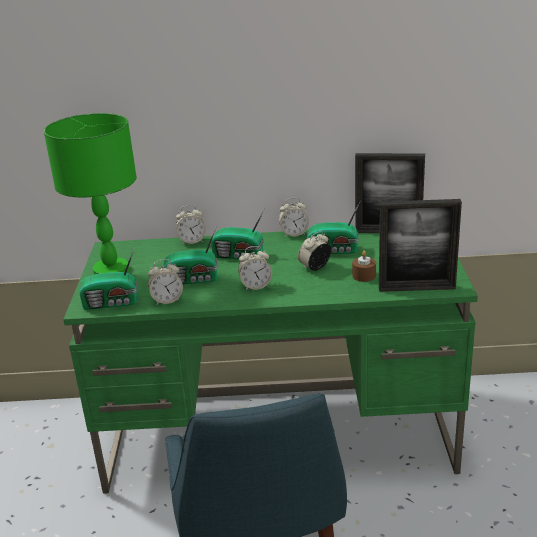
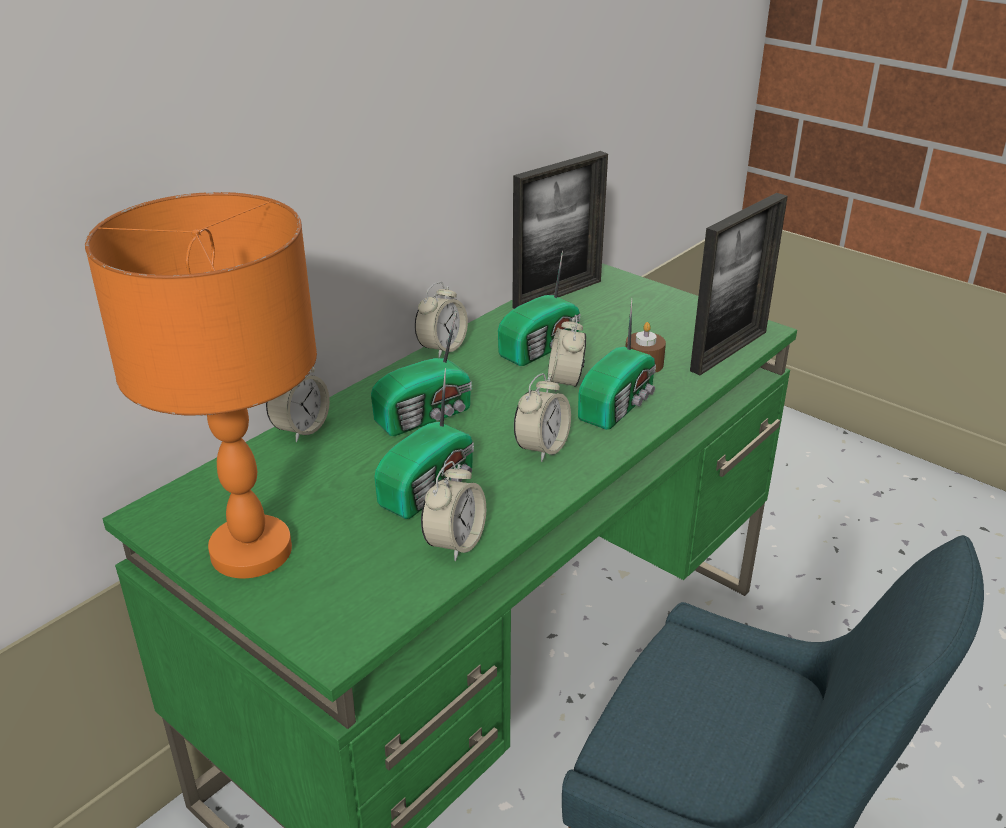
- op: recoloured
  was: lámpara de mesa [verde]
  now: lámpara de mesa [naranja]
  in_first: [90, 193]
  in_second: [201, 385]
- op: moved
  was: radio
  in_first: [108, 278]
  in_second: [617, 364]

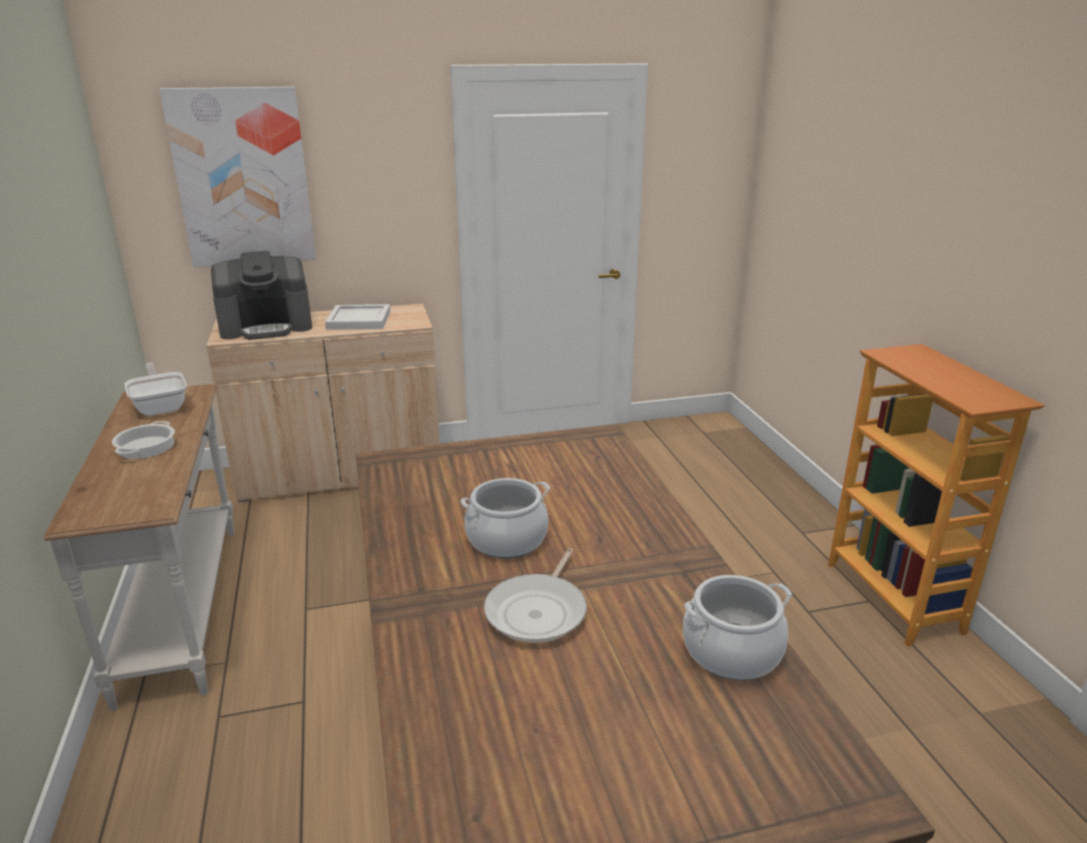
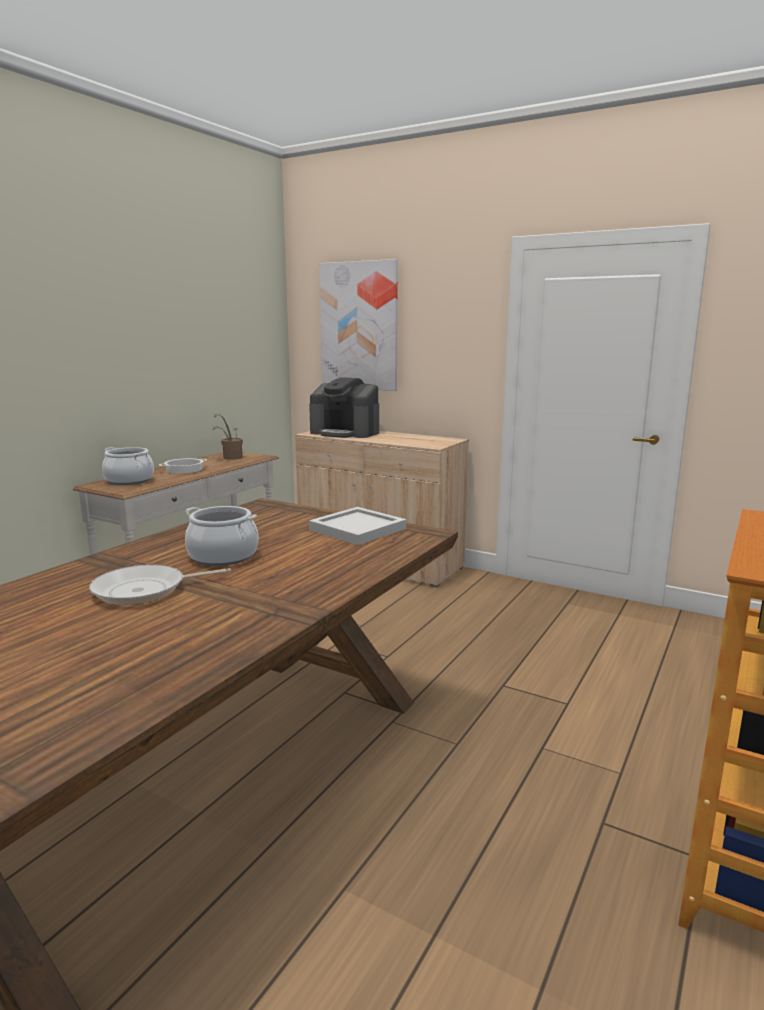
- op: moved
  was: bandeja [blanco]
  in_first: [357, 317]
  in_second: [357, 526]
- op: replaced
  was: sartén
  now: planta en maceta
  in_first: [156, 389]
  in_second: [228, 437]
- op: moved
  was: olla
  in_first: [737, 627]
  in_second: [128, 466]

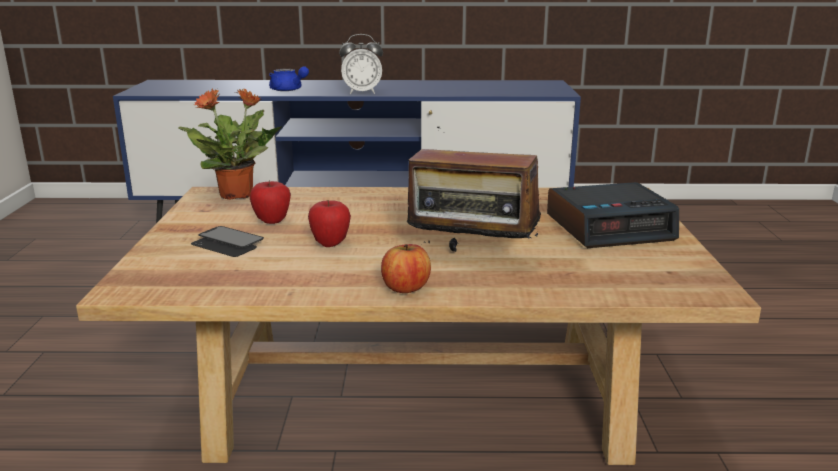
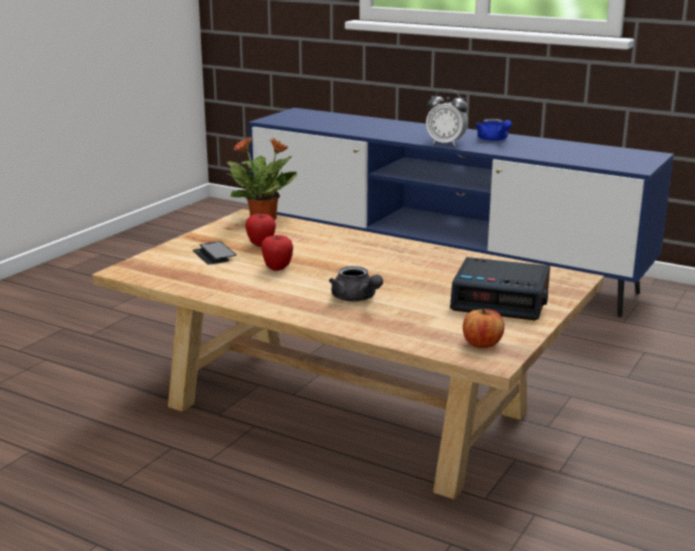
- op: moved
  was: tetera [azul]
  in_first: [289, 78]
  in_second: [494, 130]
- op: replaced
  was: radio
  now: tetera [gris]
  in_first: [474, 187]
  in_second: [356, 284]
- op: moved
  was: manzana
  in_first: [406, 268]
  in_second: [483, 328]

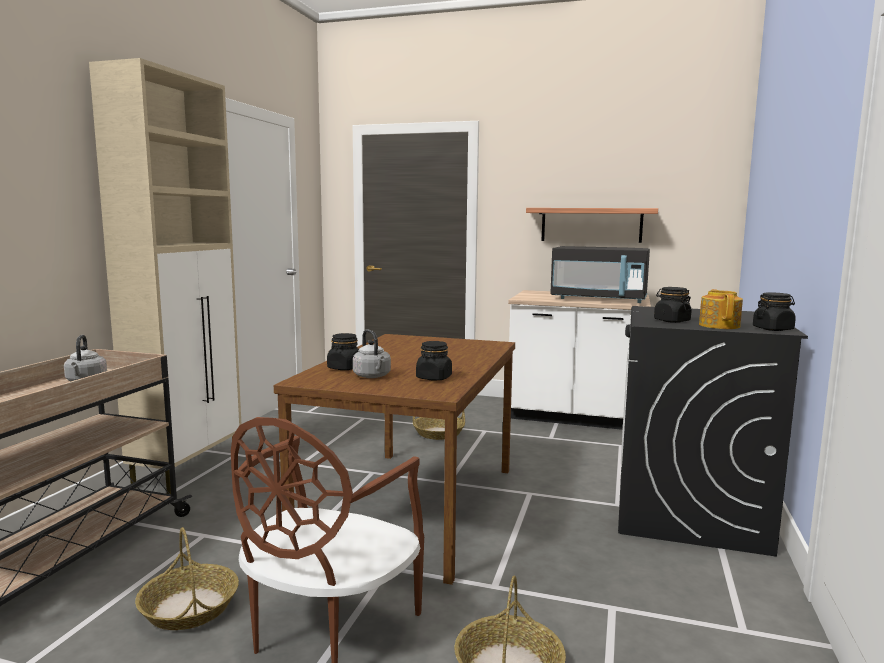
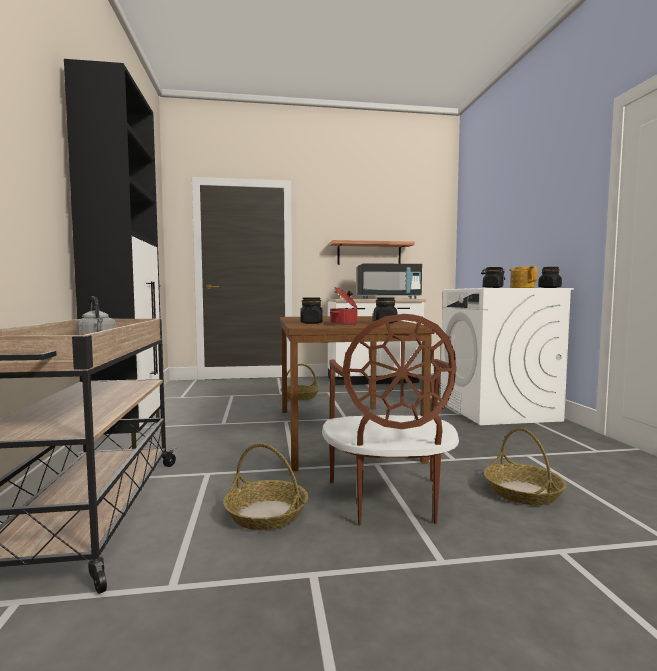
- op: recoloured
  was: armario [beis]
  now: armario [negro]
  in_first: [165, 276]
  in_second: [112, 254]
- op: recoloured
  was: lavadora [negro]
  now: lavadora [blanco]
  in_first: [713, 431]
  in_second: [507, 356]
- op: replaced
  was: hervidor [gris]
  now: olla
  in_first: [372, 353]
  in_second: [344, 306]

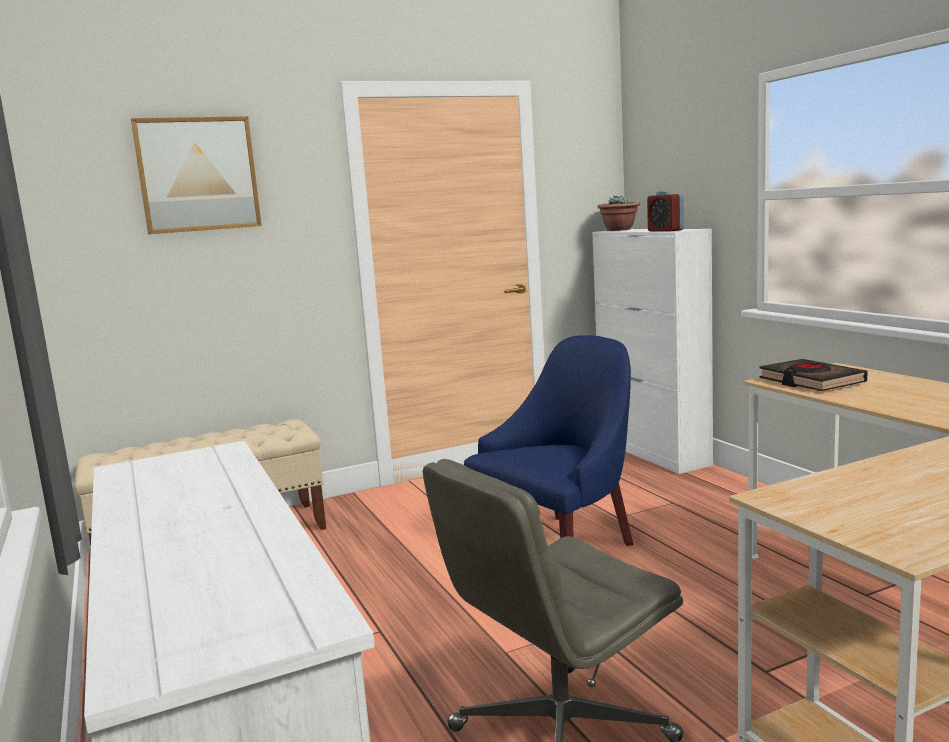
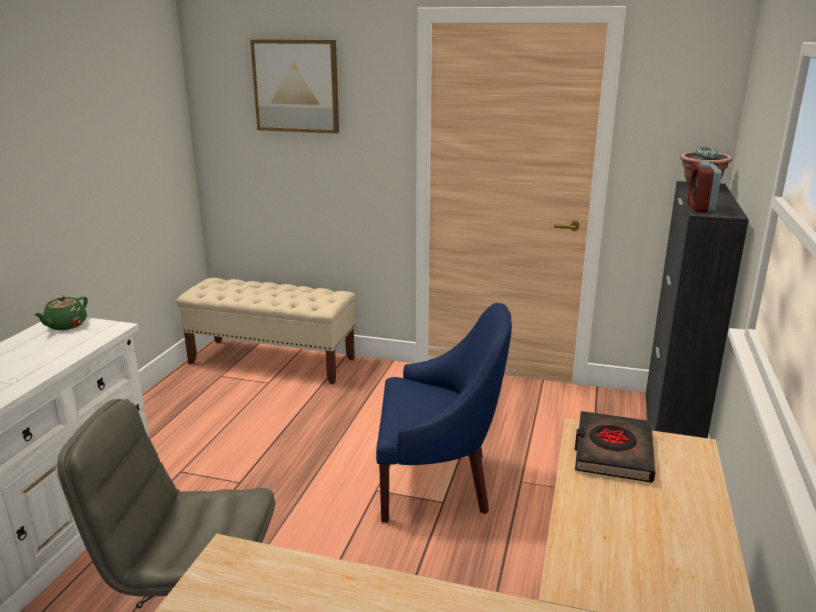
- op: recoloured
  was: armario [blanco]
  now: armario [negro]
  in_first: [652, 351]
  in_second: [697, 309]
- op: added
  now: tetera [verde]
  in_second: [61, 313]

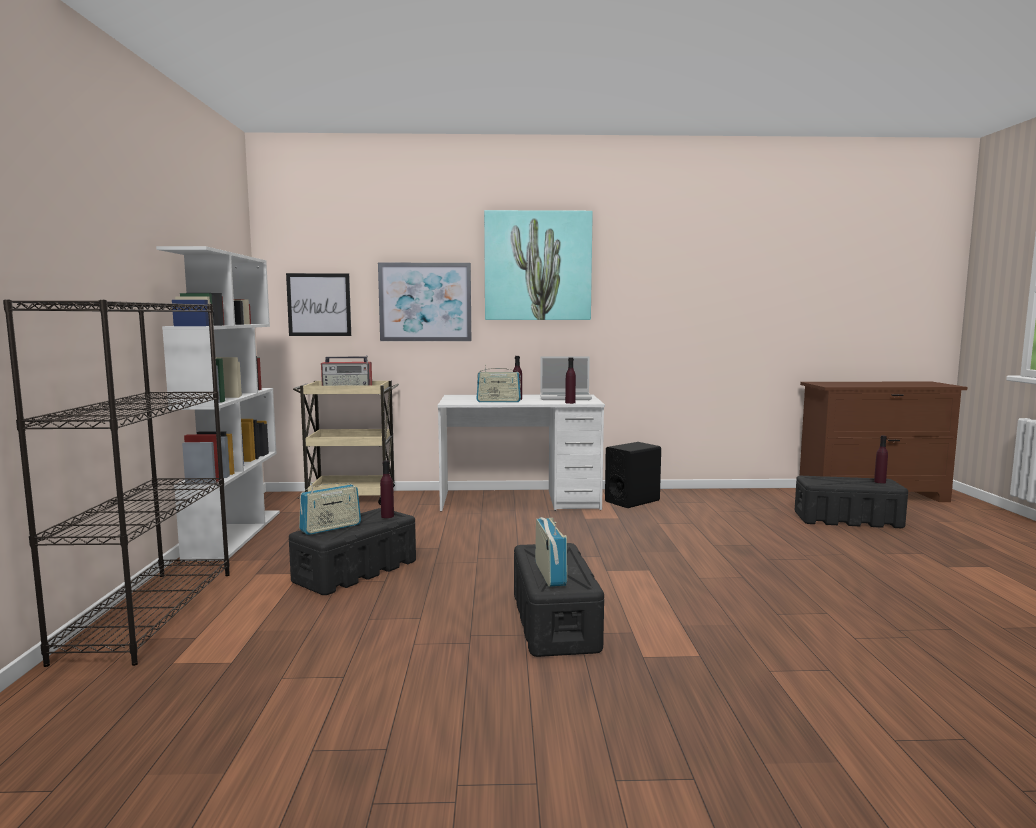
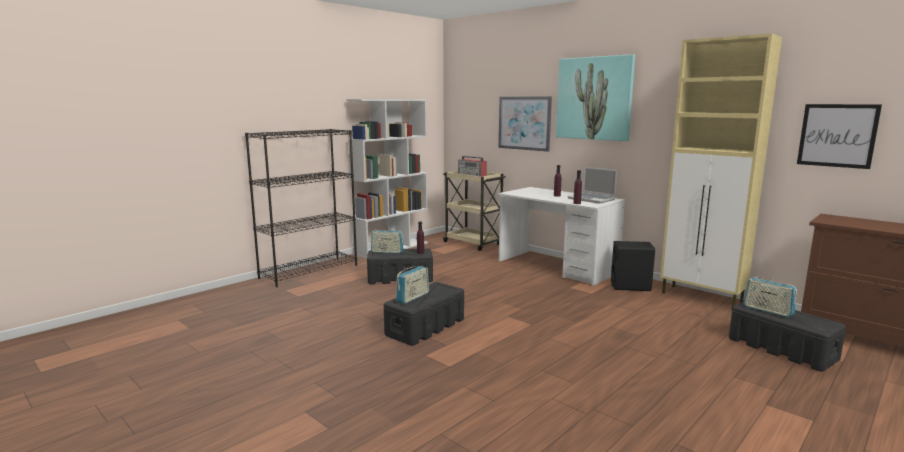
- op: moved
  was: cuadro
  in_first: [318, 304]
  in_second: [839, 136]
- op: moved
  was: radio
  in_first: [498, 383]
  in_second: [770, 295]
- op: removed
  was: botella [morado]
  in_first: [881, 459]
- op: added
  now: armario [beis]
  in_second: [721, 171]

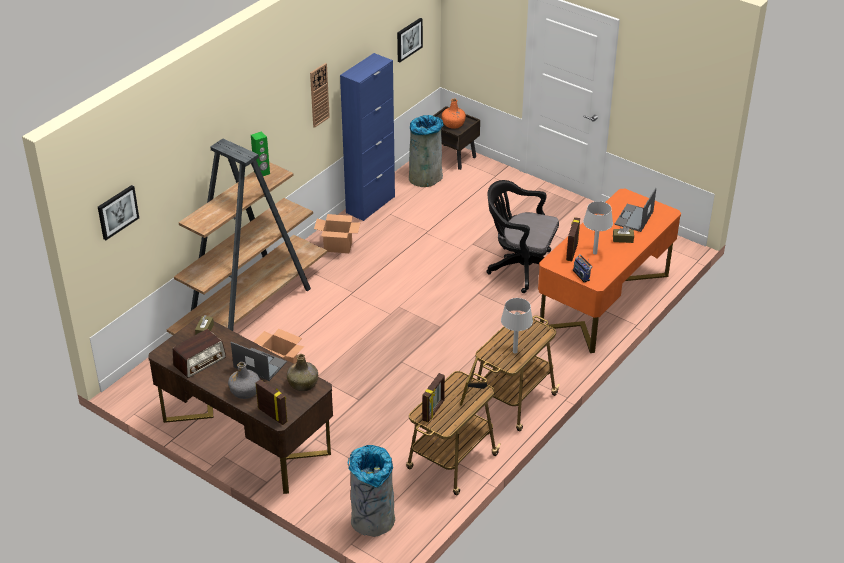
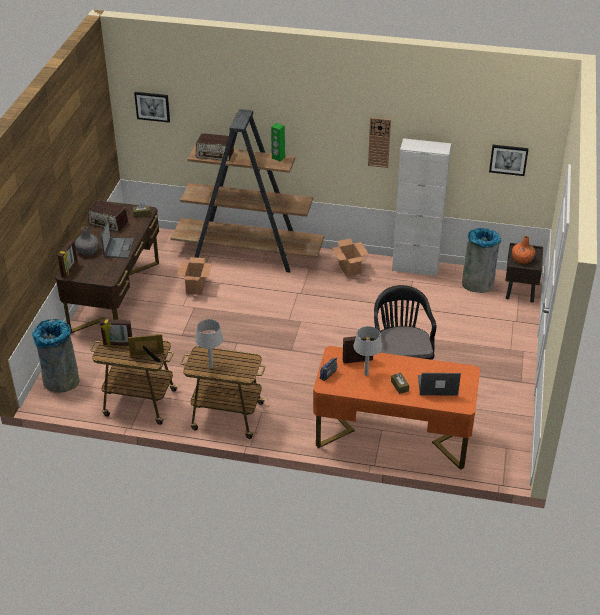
- op: recoloured
  was: armario [azul]
  now: armario [blanco]
  in_first: [367, 137]
  in_second: [421, 207]
- op: removed
  was: botella [verde]
  in_first: [302, 372]
- op: added
  now: radio
  in_second: [215, 147]

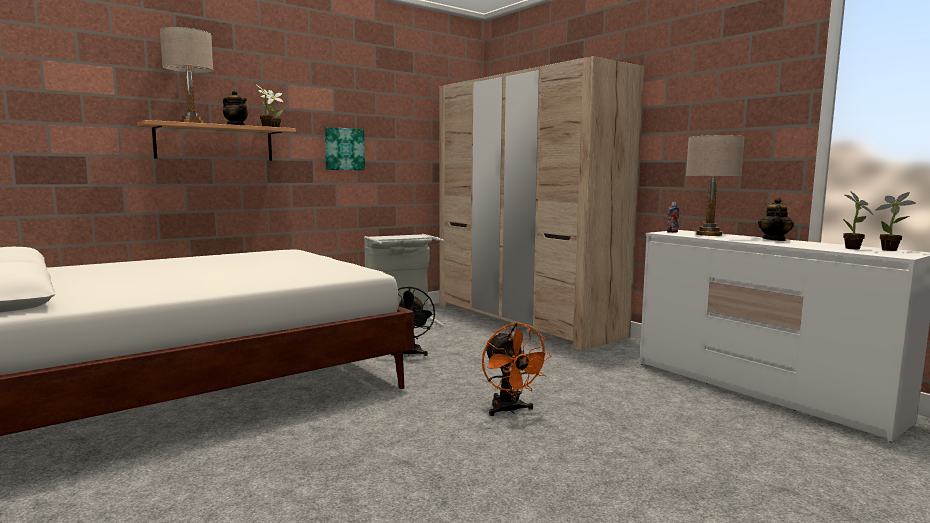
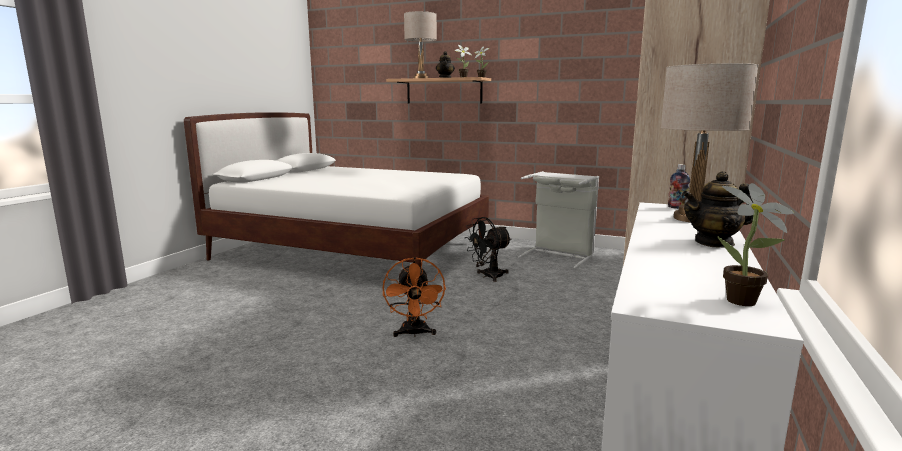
- op: removed
  was: cuadro
  in_first: [345, 148]
- op: removed
  was: planta en maceta
  in_first: [858, 220]
- op: turned
  was: ventilador [naranja]
  in_first: [517, 369]
  in_second: [414, 297]
  clockwise: -45

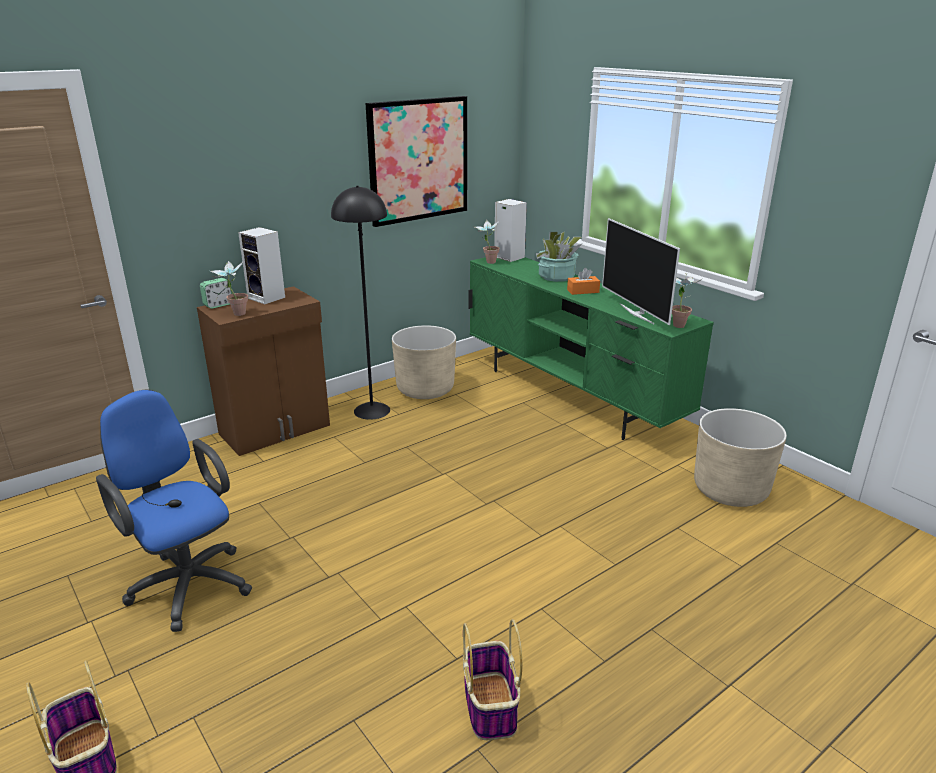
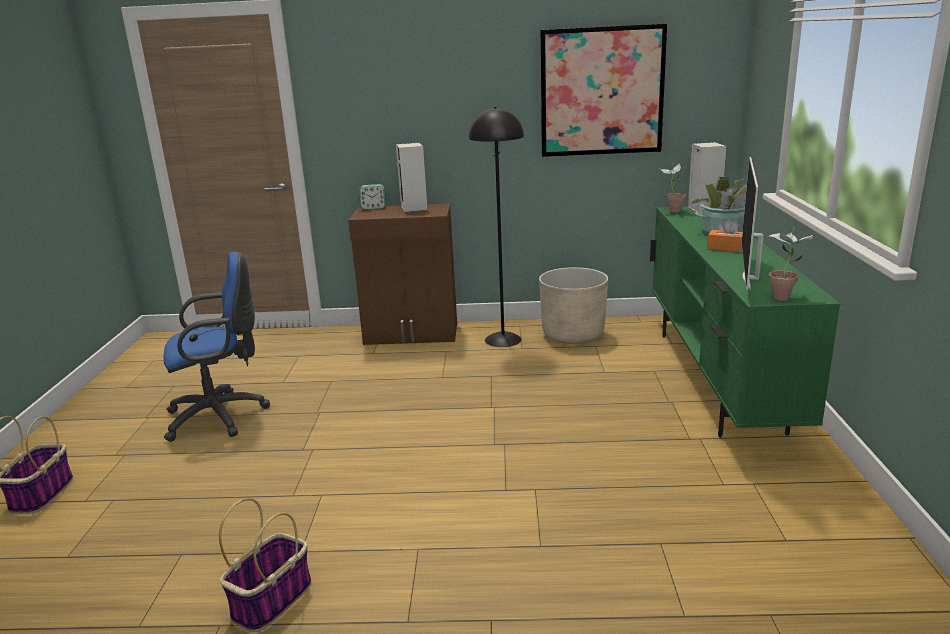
- op: removed
  was: planta en maceta
  in_first: [229, 288]
- op: turned
  was: silla de oficina [azul]
  in_first: [174, 511]
  in_second: [216, 346]
  clockwise: 75
- op: removed
  was: maceta [beis]
  in_first: [740, 457]

